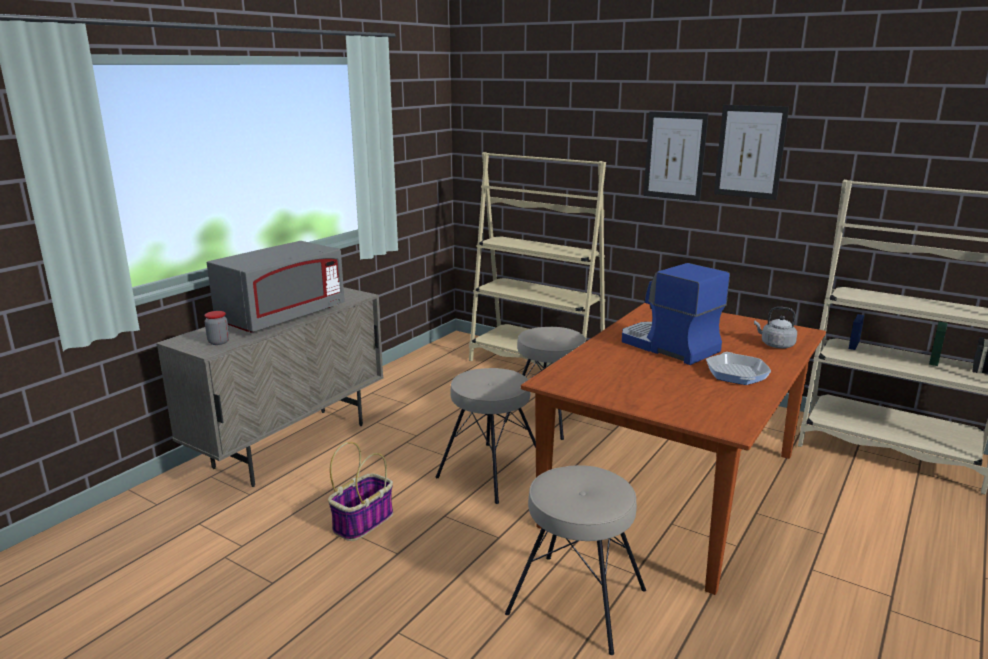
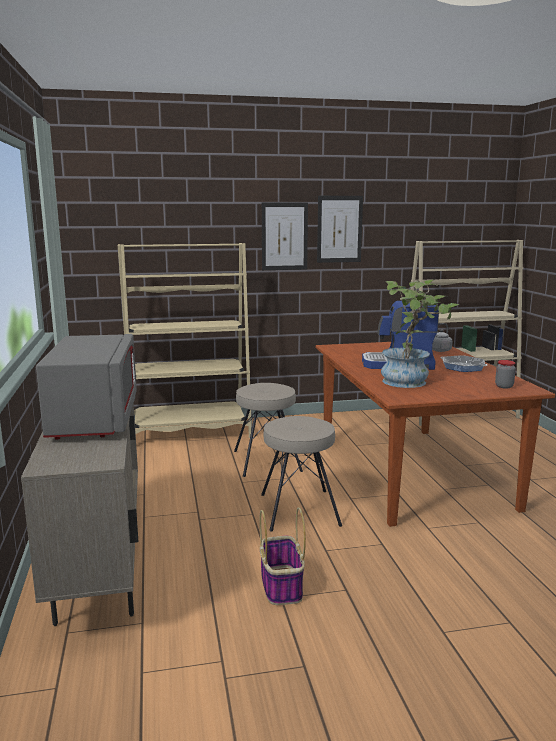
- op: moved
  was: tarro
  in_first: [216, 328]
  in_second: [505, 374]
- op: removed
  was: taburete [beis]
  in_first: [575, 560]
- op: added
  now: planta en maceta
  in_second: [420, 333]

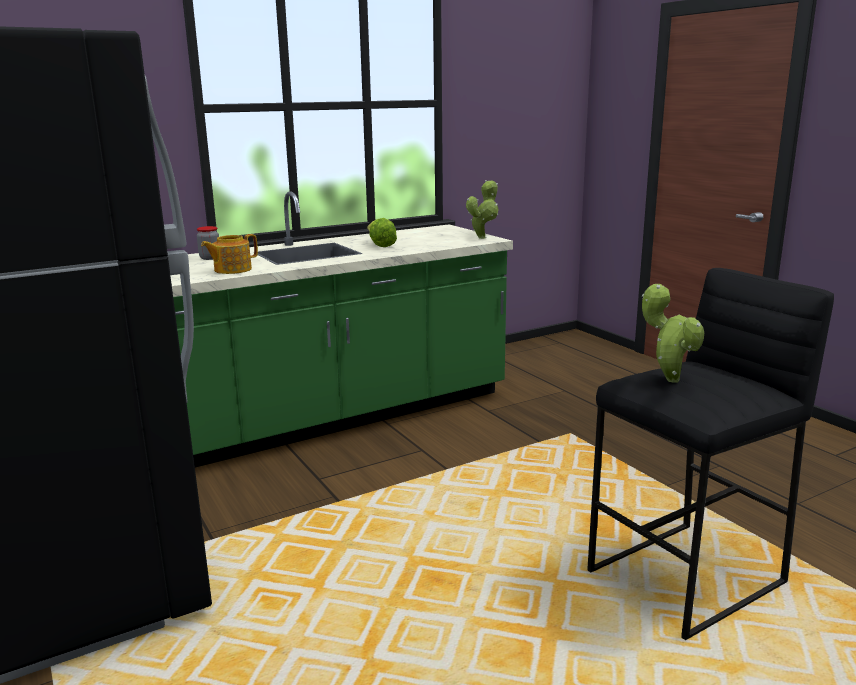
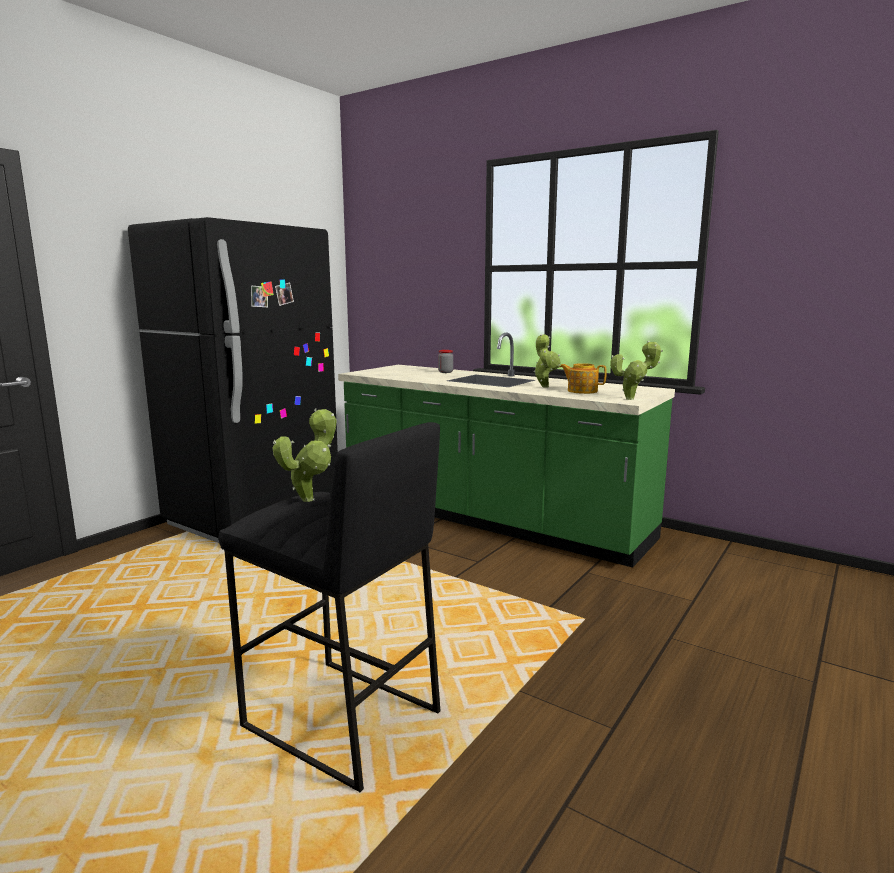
- op: replaced
  was: lechuga
  now: planta en maceta
  in_first: [382, 232]
  in_second: [547, 361]
- op: moved
  was: tetera
  in_first: [229, 254]
  in_second: [583, 378]

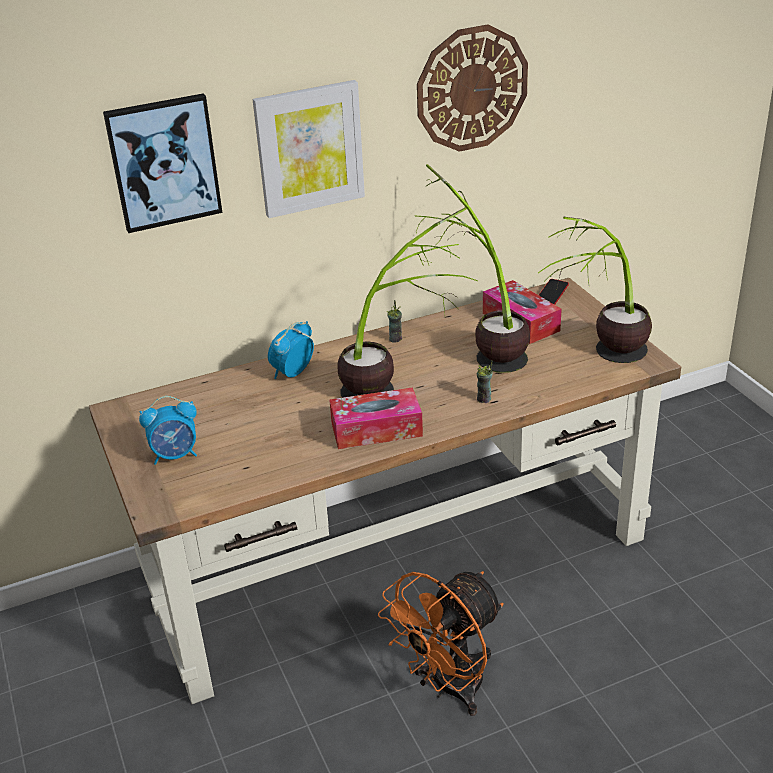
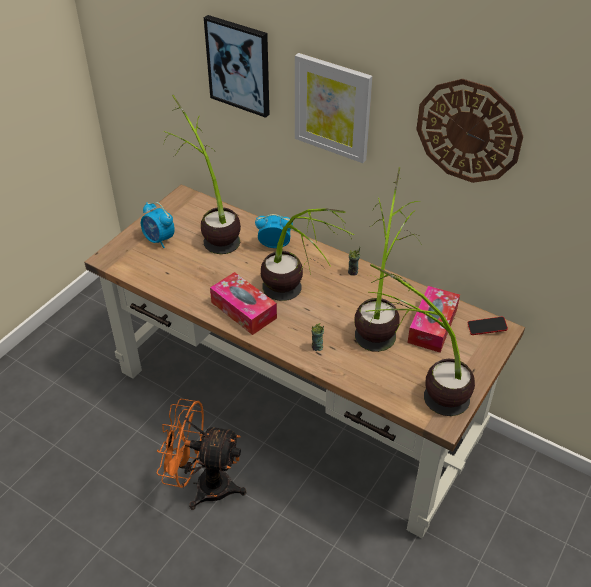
- op: added
  now: planta en maceta
  in_second: [202, 174]

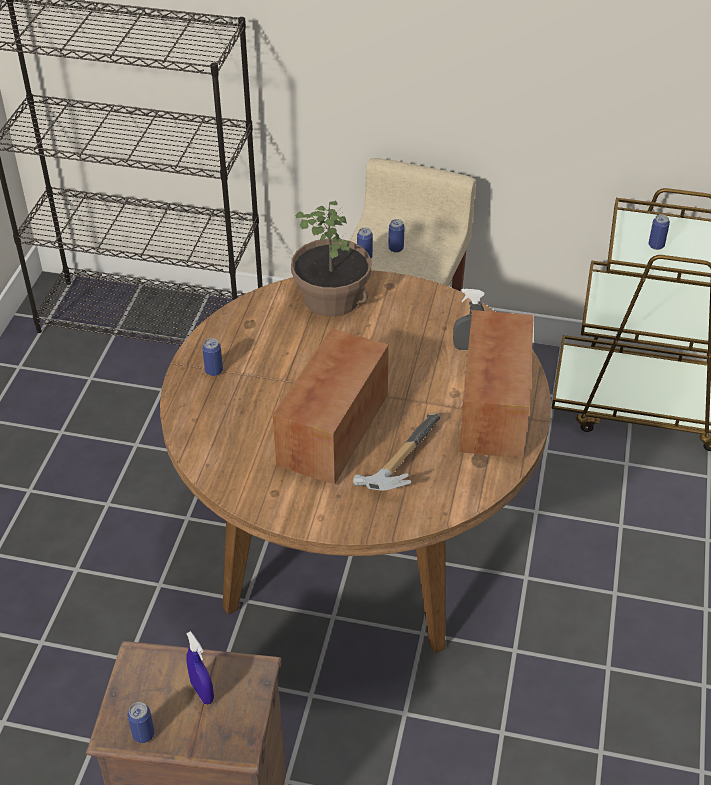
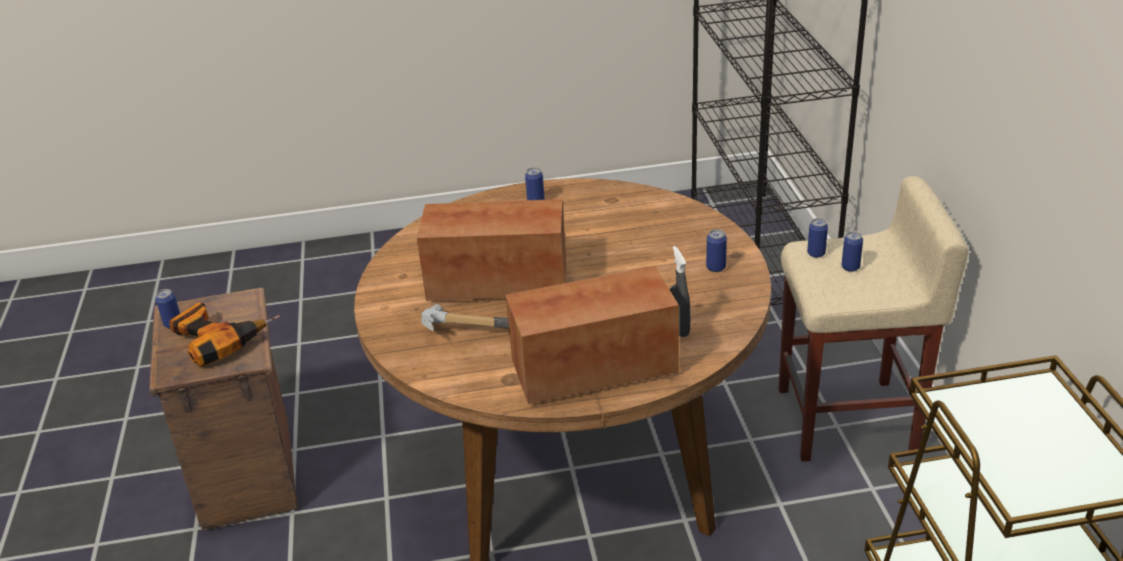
- op: removed
  was: planta en maceta
  in_first: [331, 259]
- op: moved
  was: lata
  in_first: [659, 232]
  in_second: [716, 250]
- op: replaced
  was: pulverizador [azul]
  now: taladro
  in_first: [200, 667]
  in_second: [224, 334]

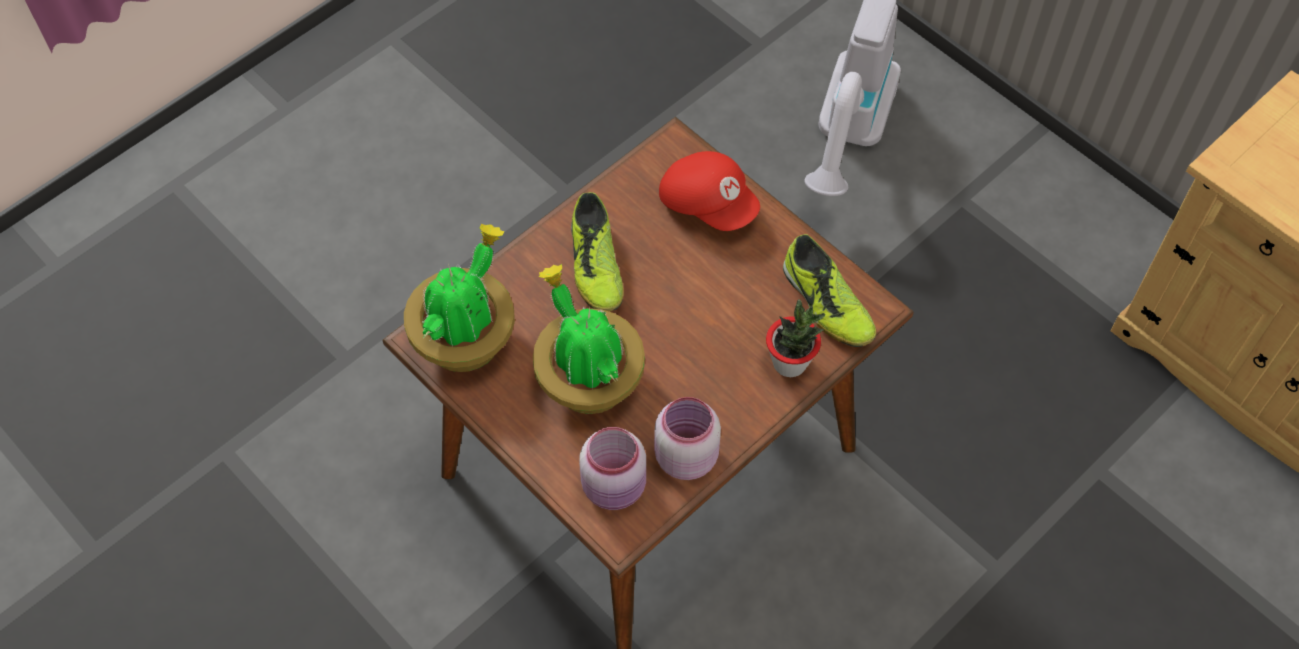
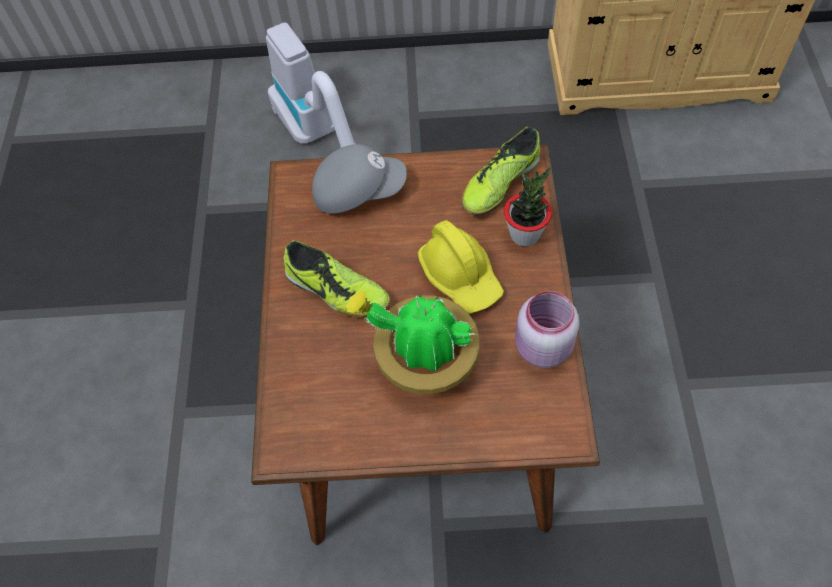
- op: recoloured
  was: gorra [rojo]
  now: gorra [gris]
  in_first: [709, 191]
  in_second: [359, 179]
- op: removed
  was: planta en maceta
  in_first: [459, 298]
- op: turned
  was: zapato
  in_first: [829, 290]
  in_second: [501, 171]
  clockwise: 120
- op: removed
  was: tarro [rosa]
  in_first: [612, 468]
- op: added
  now: casco [amarillo]
  in_second: [461, 267]

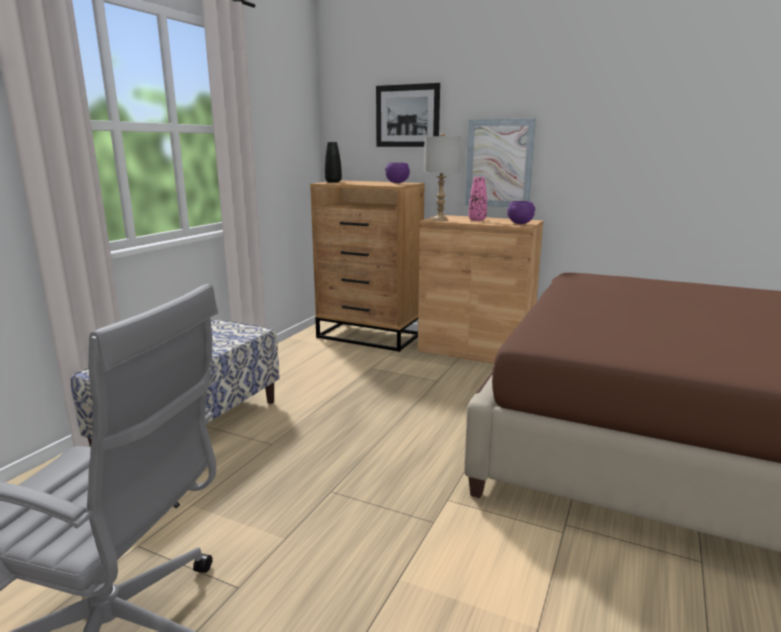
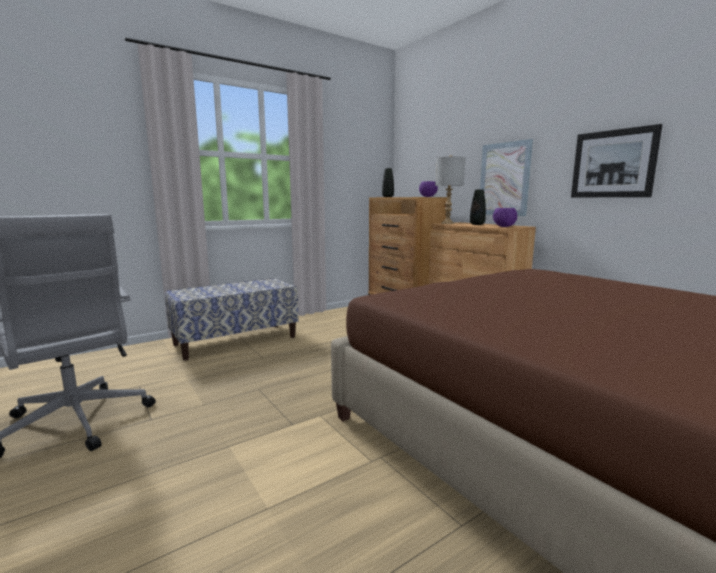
- op: moved
  was: cuadro
  in_first: [408, 115]
  in_second: [617, 160]
- op: recoloured
  was: florero [rosa]
  now: florero [negro]
  in_first: [478, 199]
  in_second: [478, 207]

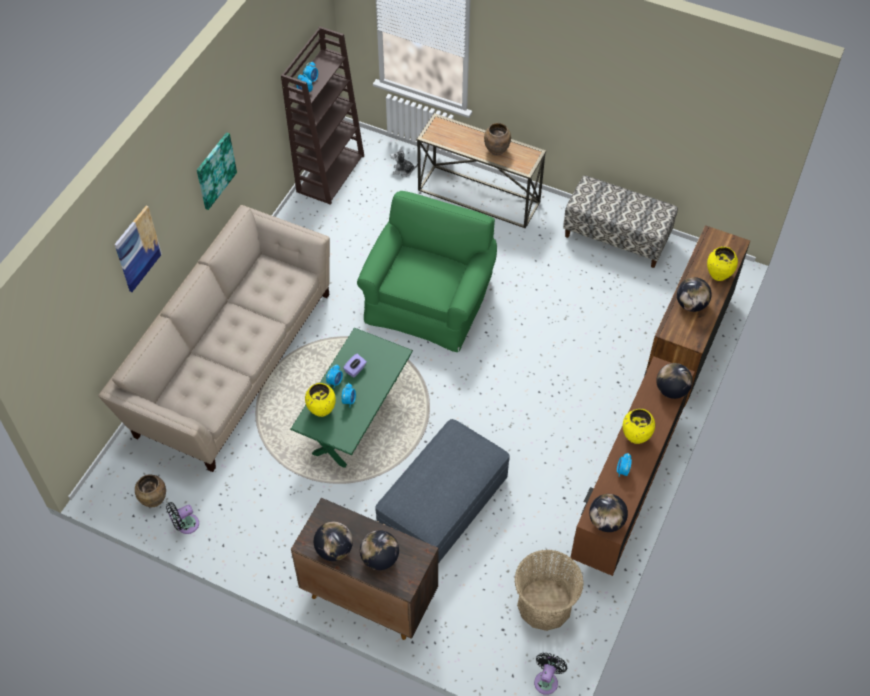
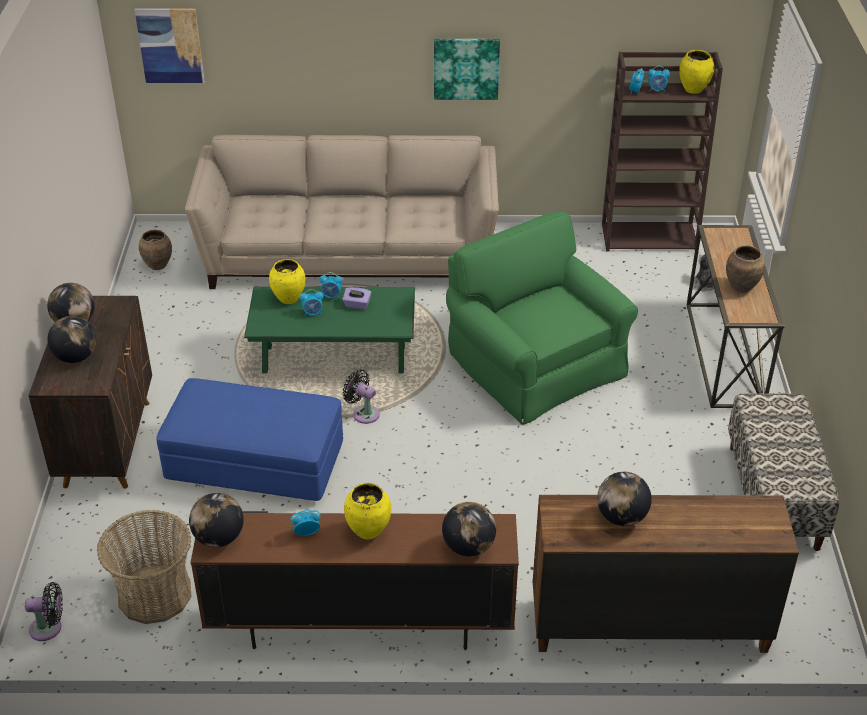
- op: turned
  was: sillón [verde]
  in_first: [427, 271]
  in_second: [542, 318]
  clockwise: -120
- op: moved
  was: cuadro
  in_first: [138, 249]
  in_second: [170, 45]
- op: moved
  was: florero [amarillo]
  in_first: [722, 263]
  in_second: [696, 72]
- op: recoloured
  was: puf [gris]
  now: puf [azul]
  in_first: [442, 491]
  in_second: [249, 439]
- op: moved
  was: ventilador [negro]
  in_first: [182, 518]
  in_second: [361, 397]

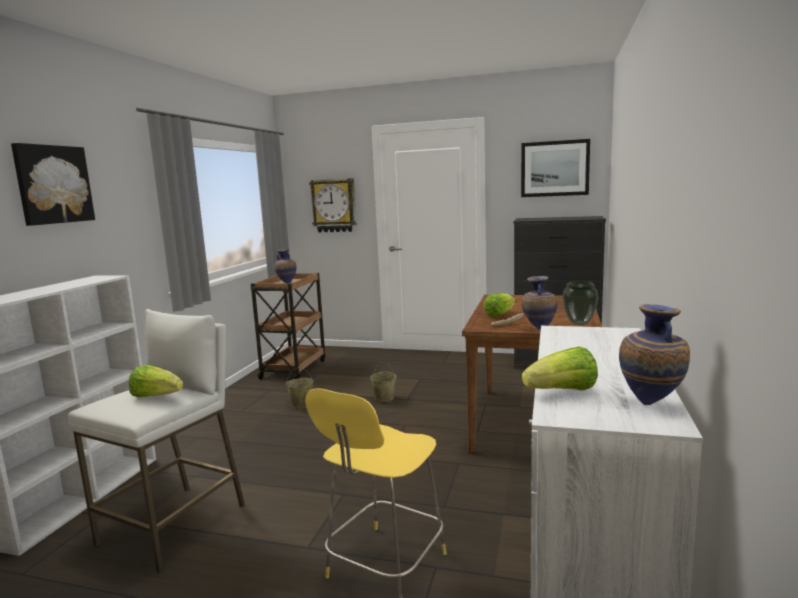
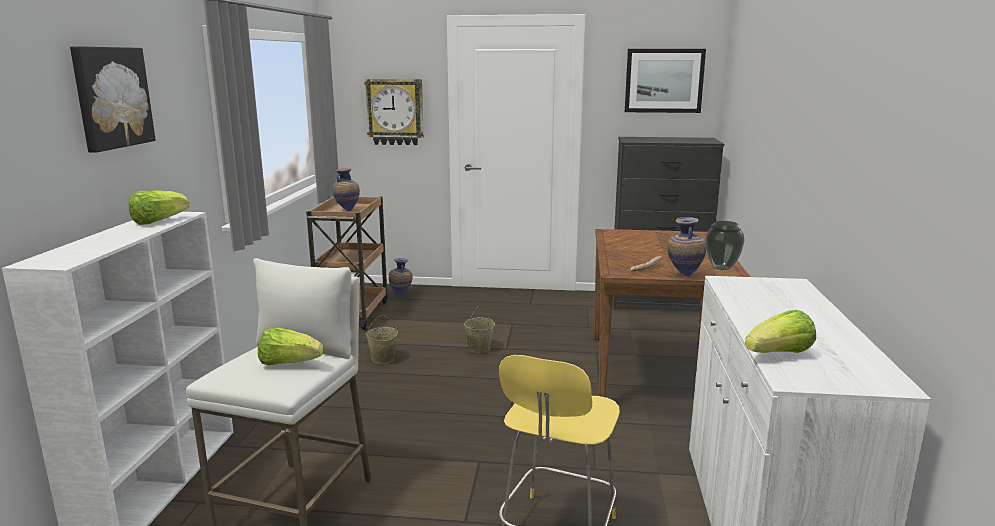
- op: moved
  was: lechuga
  in_first: [499, 305]
  in_second: [159, 207]
- op: moved
  was: florero
  in_first: [654, 354]
  in_second: [400, 276]

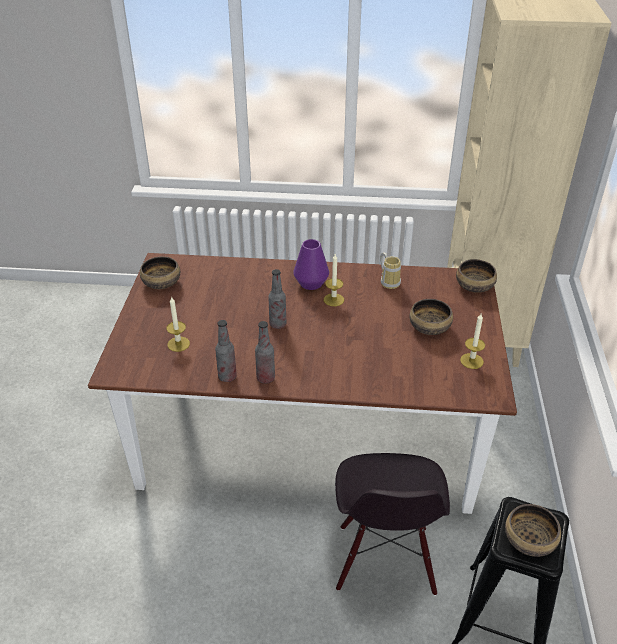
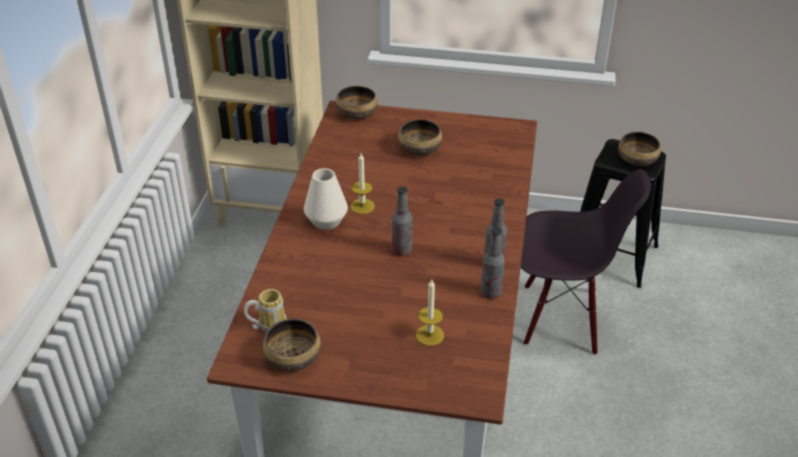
- op: recoloured
  was: florero [morado]
  now: florero [blanco]
  in_first: [311, 264]
  in_second: [326, 199]
- op: moved
  was: taza grande
  in_first: [390, 270]
  in_second: [265, 310]
- op: removed
  was: vela
  in_first: [472, 341]

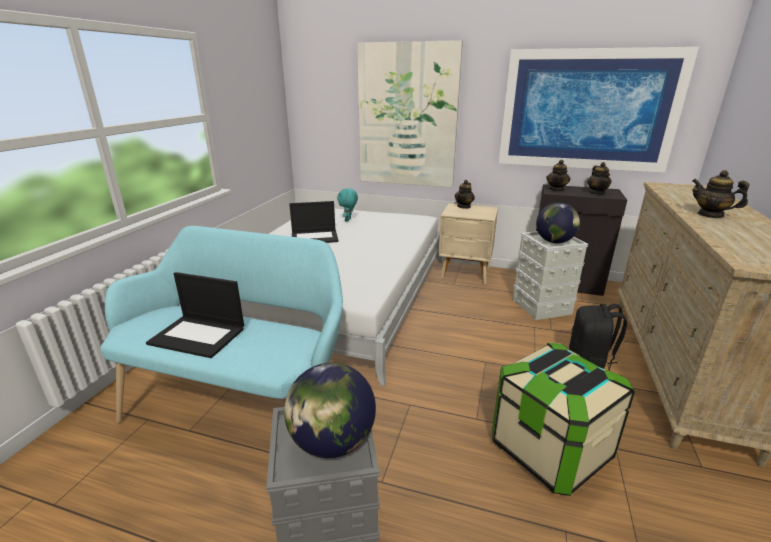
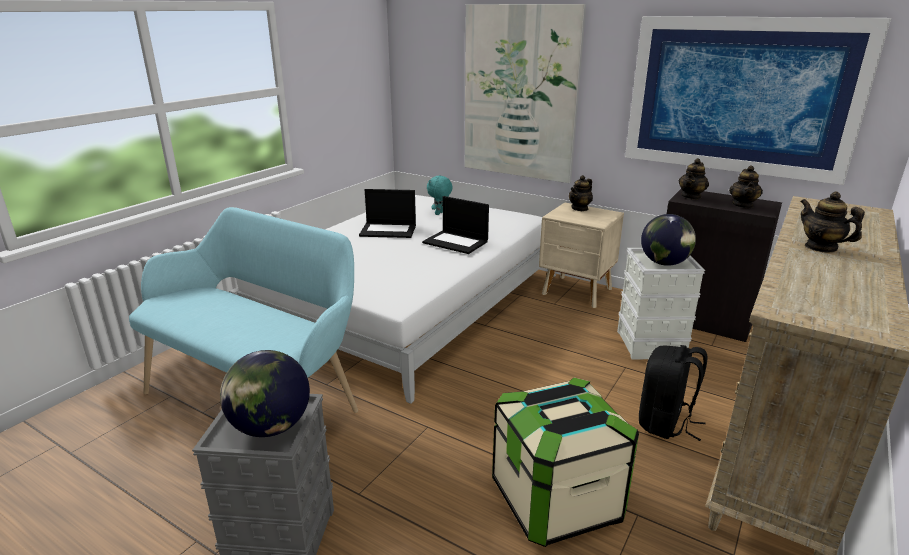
- op: moved
  was: portátil
  in_first: [195, 315]
  in_second: [455, 225]

